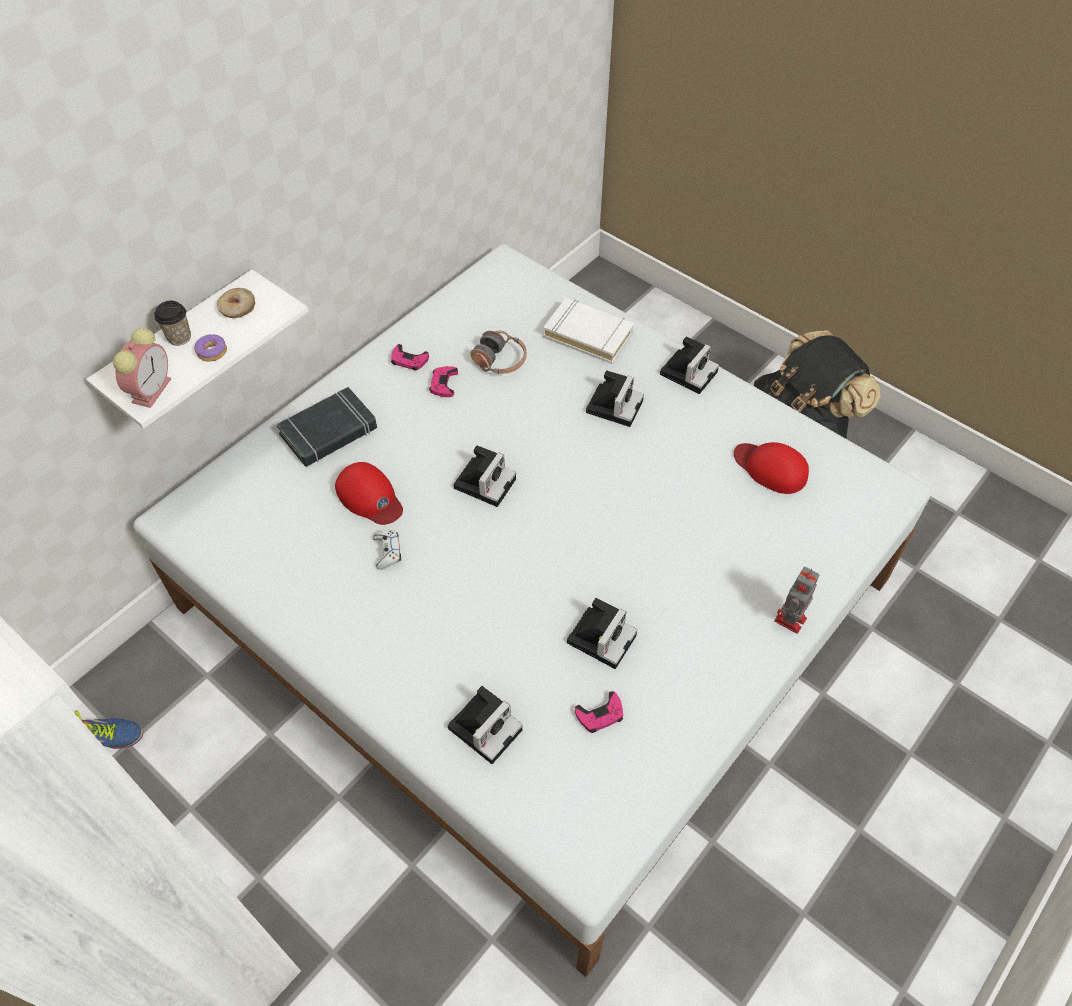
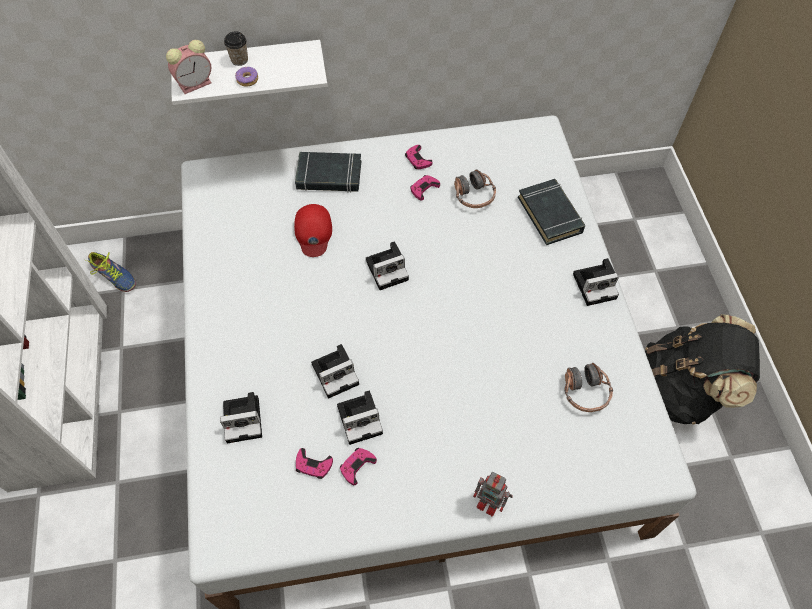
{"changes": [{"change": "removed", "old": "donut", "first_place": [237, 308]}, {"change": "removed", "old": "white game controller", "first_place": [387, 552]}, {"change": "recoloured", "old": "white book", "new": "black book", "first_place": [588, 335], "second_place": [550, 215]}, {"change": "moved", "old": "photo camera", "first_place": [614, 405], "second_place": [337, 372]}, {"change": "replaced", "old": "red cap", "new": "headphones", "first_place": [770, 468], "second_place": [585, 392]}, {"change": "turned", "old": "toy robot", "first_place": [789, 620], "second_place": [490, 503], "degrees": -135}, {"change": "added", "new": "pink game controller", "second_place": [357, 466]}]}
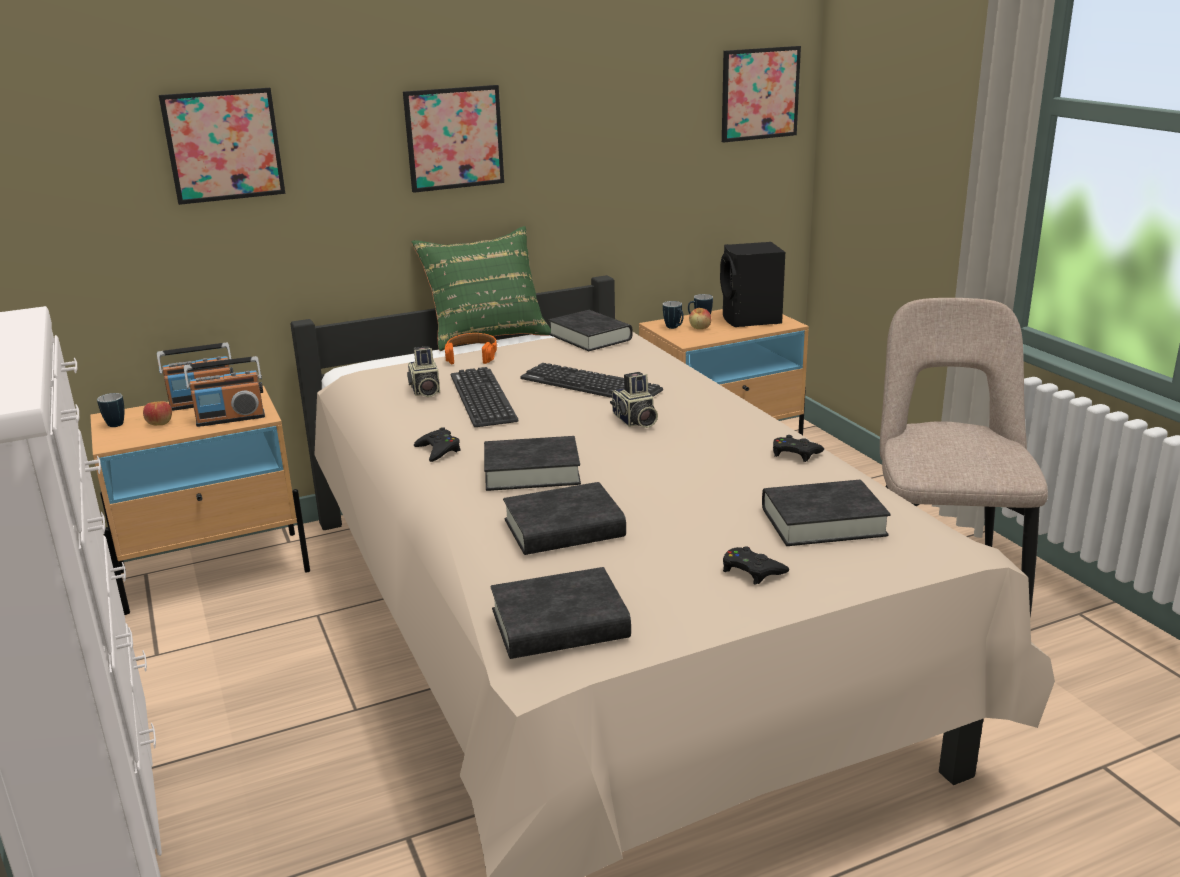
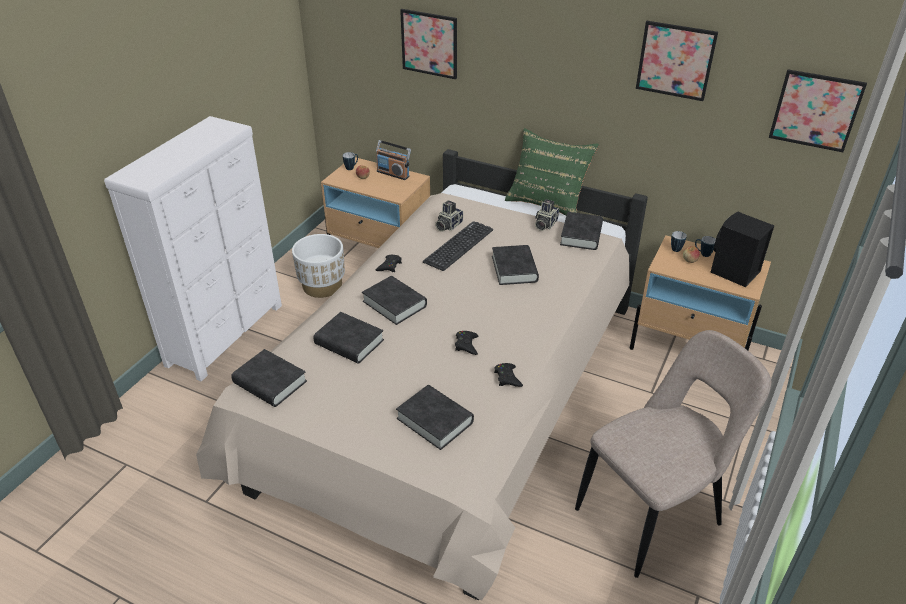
{"changes": [{"change": "removed", "old": "radio", "first_place": [230, 419]}, {"change": "moved", "old": "picture", "first_place": [454, 138], "second_place": [675, 60]}, {"change": "removed", "old": "orange headphones", "first_place": [472, 355]}, {"change": "replaced", "old": "keyboard", "new": "black book", "first_place": [590, 385], "second_place": [514, 269]}, {"change": "moved", "old": "photo camera", "first_place": [634, 421], "second_place": [544, 224]}, {"change": "moved", "old": "black game controller", "first_place": [752, 571], "second_place": [466, 345]}, {"change": "added", "new": "white planter", "second_place": [322, 286]}]}
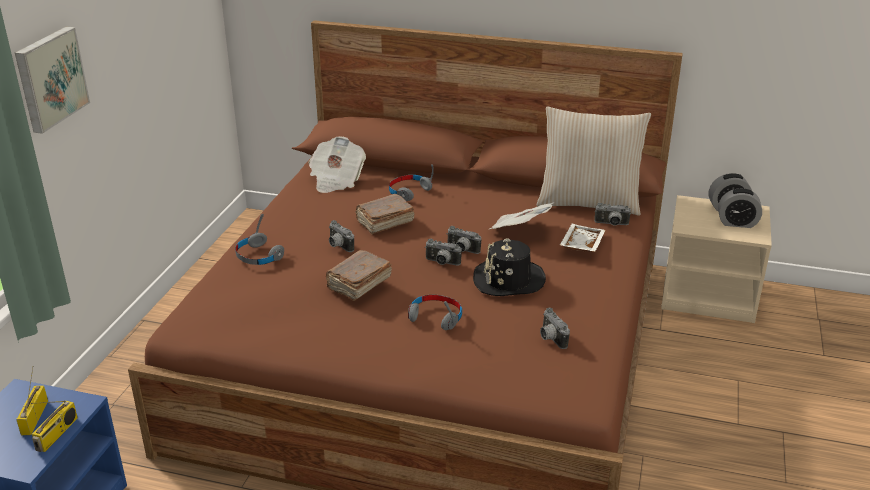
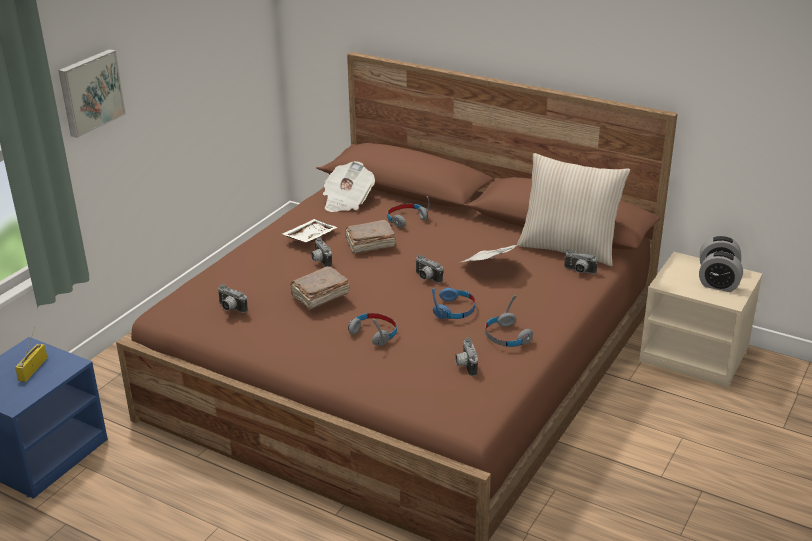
{"changes": [{"change": "removed", "old": "radio", "first_place": [57, 434]}, {"change": "moved", "old": "grey headphones", "first_place": [258, 256], "second_place": [506, 337]}, {"change": "moved", "old": "photo camera", "first_place": [441, 263], "second_place": [230, 309]}, {"change": "replaced", "old": "black hat", "new": "blue headphones", "first_place": [508, 280], "second_place": [455, 310]}, {"change": "moved", "old": "white tray", "first_place": [581, 245], "second_place": [309, 237]}]}
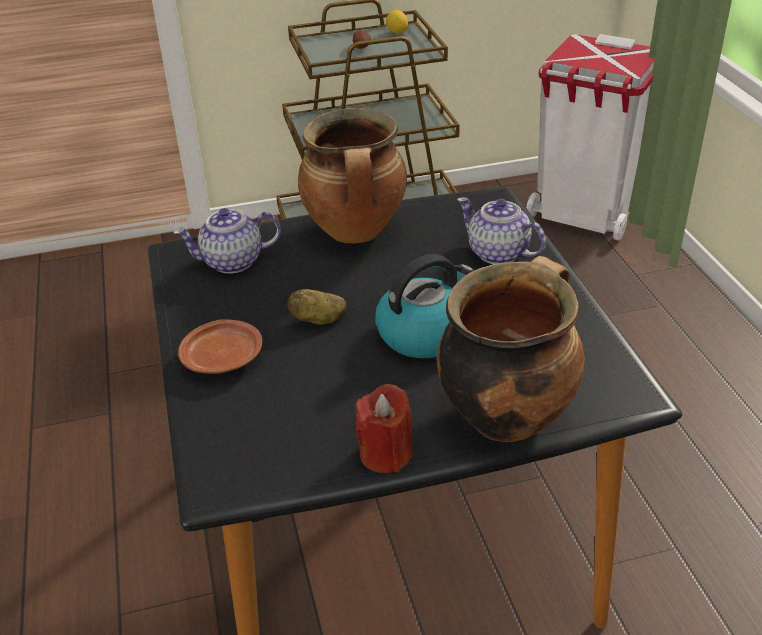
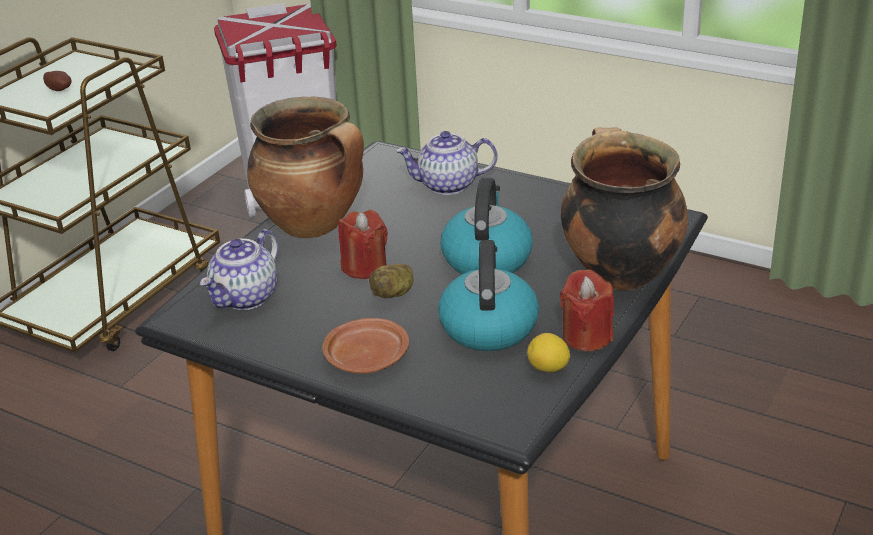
{"changes": [{"change": "moved", "old": "lemon", "first_place": [397, 32], "second_place": [548, 369]}, {"change": "added", "new": "red candle", "second_place": [365, 267]}, {"change": "added", "new": "kettle", "second_place": [488, 326]}]}
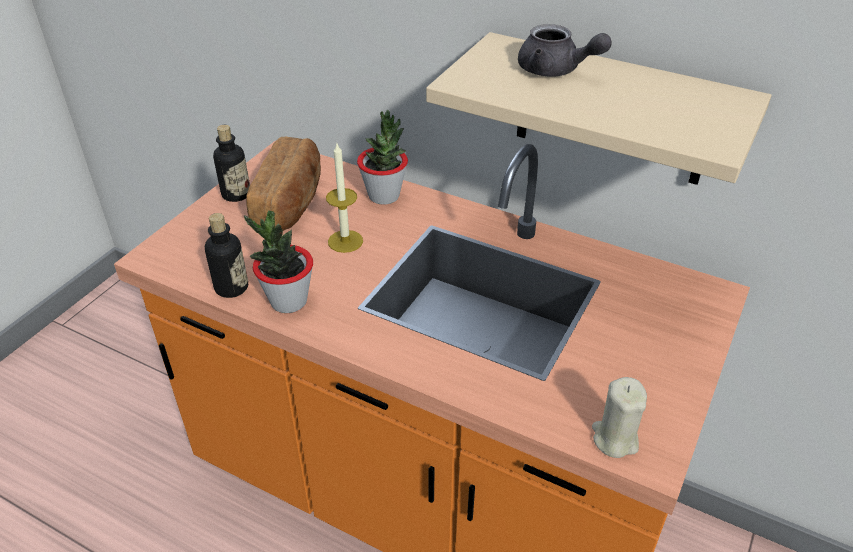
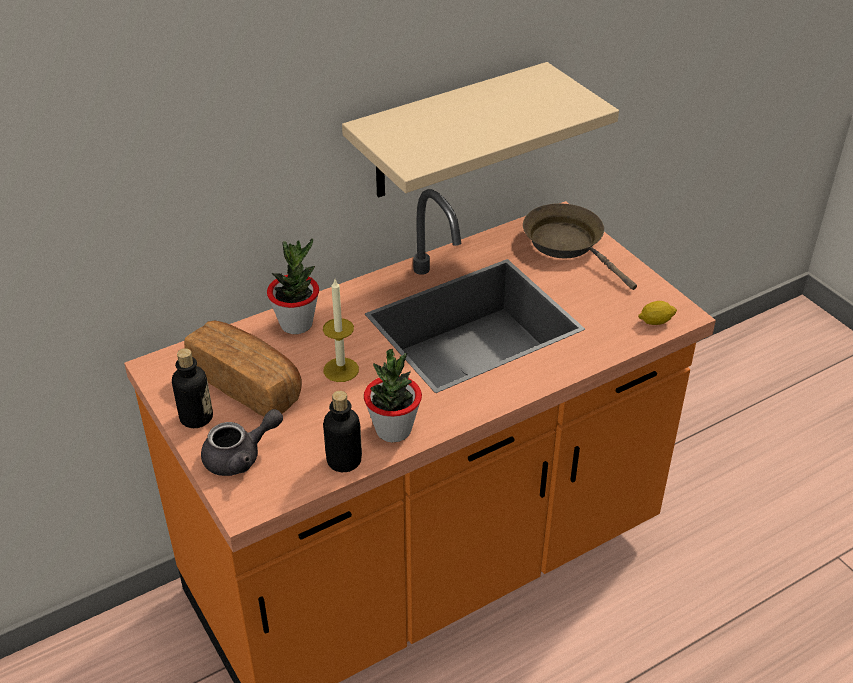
{"changes": [{"change": "moved", "old": "grey teapot", "first_place": [555, 70], "second_place": [240, 457]}, {"change": "replaced", "old": "beige candle", "new": "lemon", "first_place": [614, 438], "second_place": [655, 321]}, {"change": "added", "new": "brown frying pan", "second_place": [568, 244]}]}
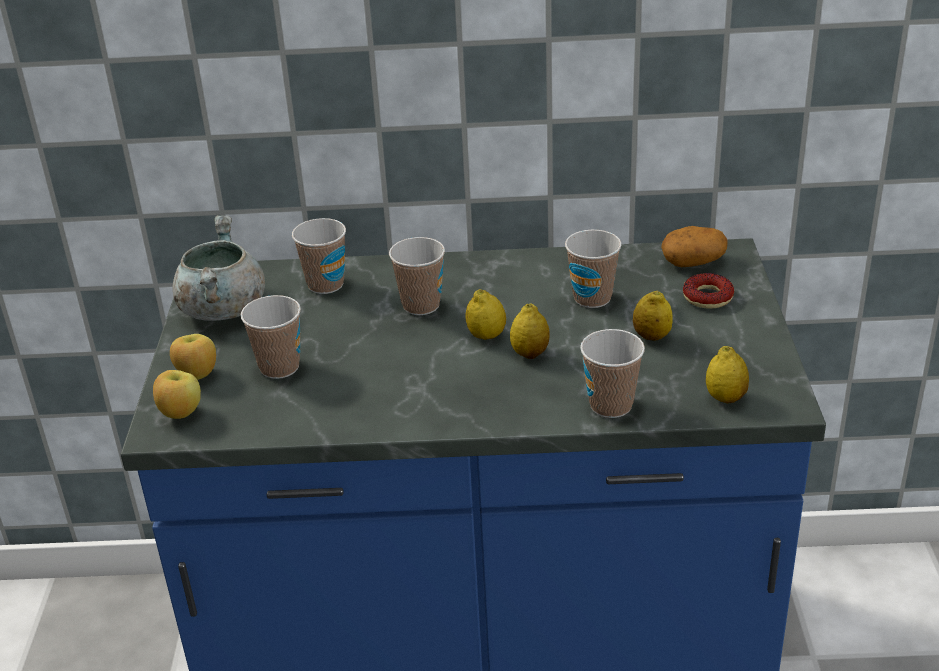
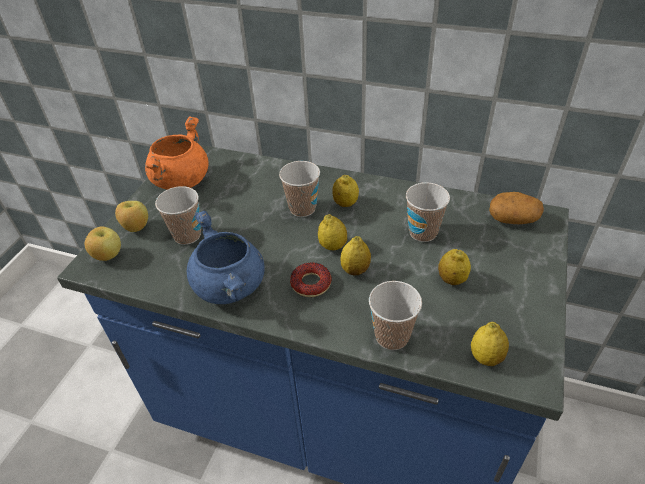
{"changes": [{"change": "recoloured", "old": "grey cooking pot", "new": "orange cooking pot", "first_place": [222, 308], "second_place": [181, 180]}, {"change": "removed", "old": "cup", "first_place": [325, 284]}, {"change": "moved", "old": "donut", "first_place": [707, 297], "second_place": [311, 283]}, {"change": "added", "new": "blue cooking pot", "second_place": [231, 286]}, {"change": "added", "new": "lemon", "second_place": [345, 203]}]}
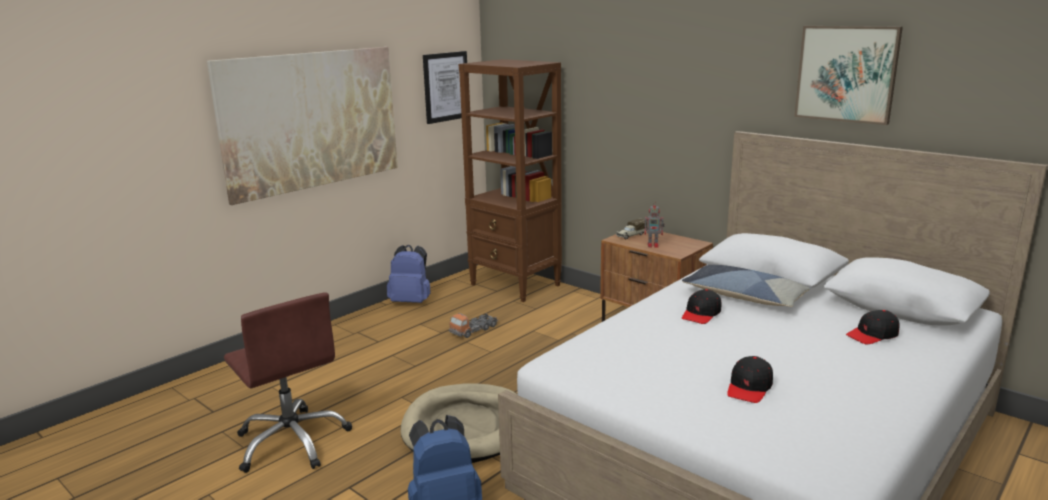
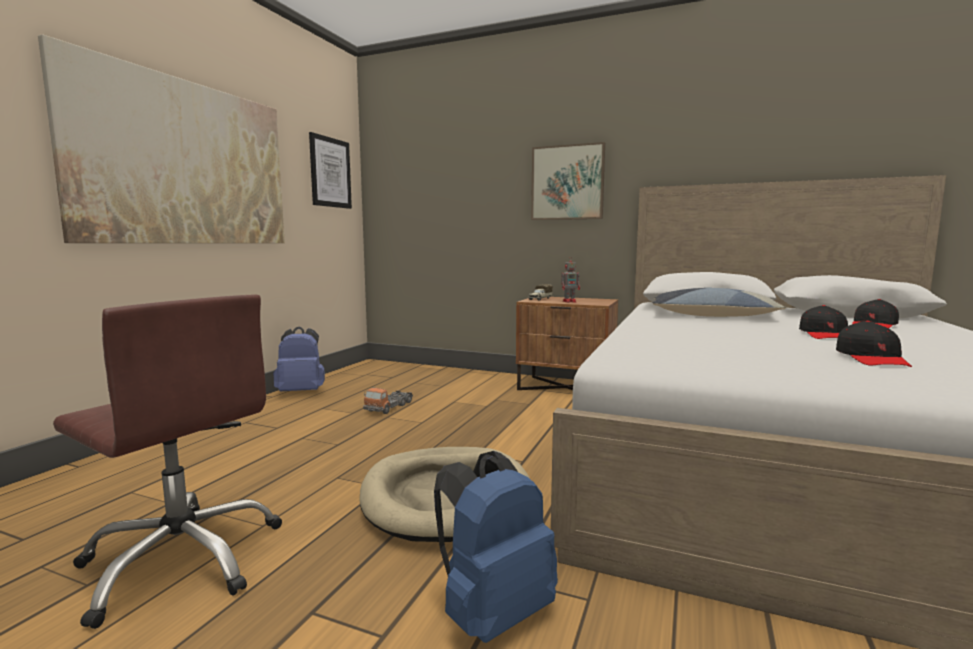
{"changes": [{"change": "removed", "old": "brown bookcase", "first_place": [515, 285]}, {"change": "moved", "old": "black cap", "first_place": [701, 314], "second_place": [825, 335]}, {"change": "moved", "old": "picture", "first_place": [846, 74], "second_place": [567, 183]}]}
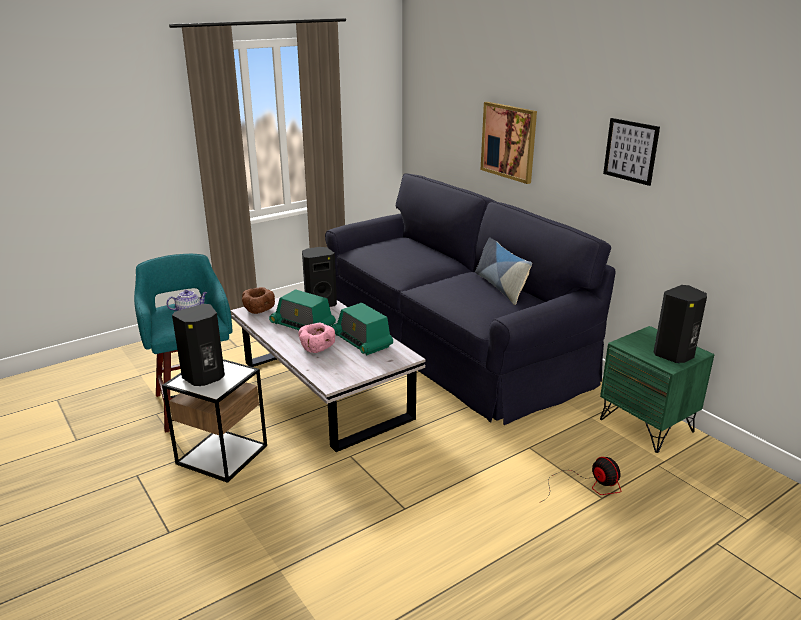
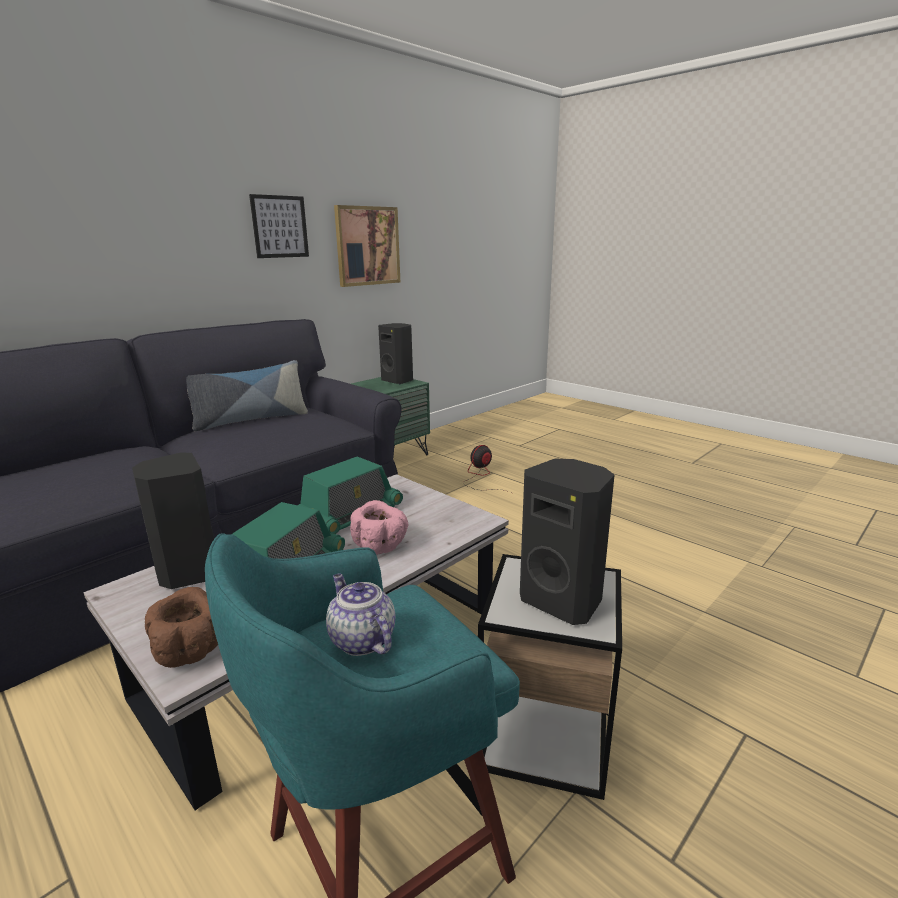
{"changes": [{"change": "moved", "old": "picture", "first_place": [509, 141], "second_place": [367, 246]}]}
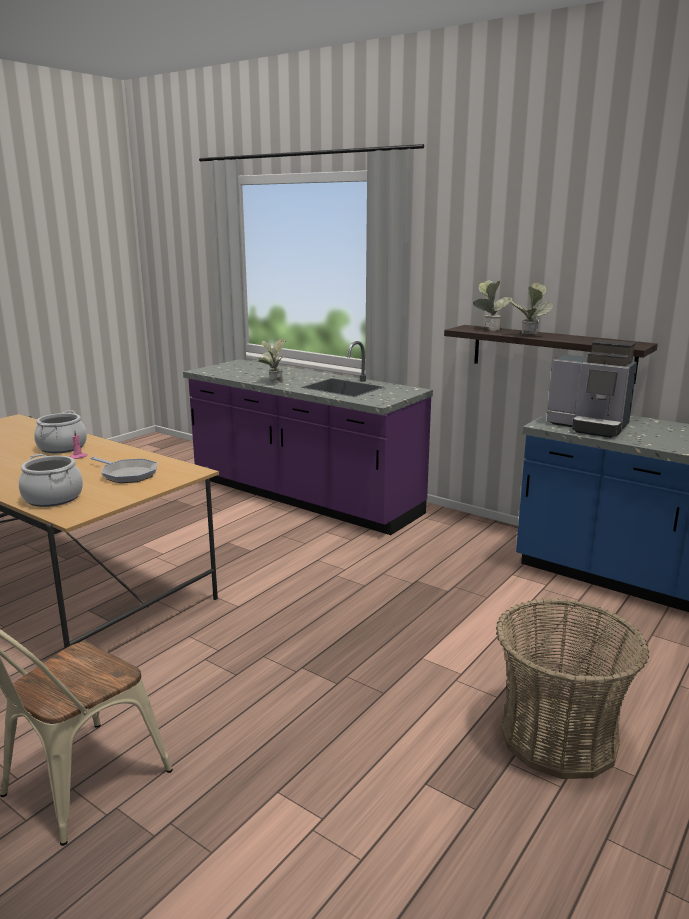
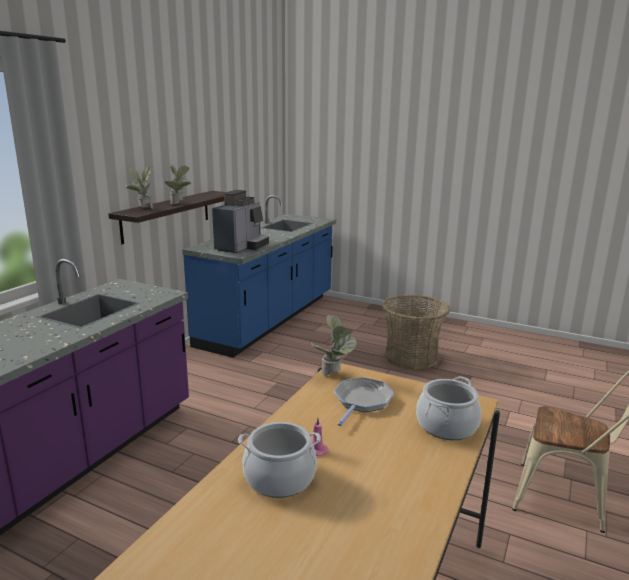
{"changes": [{"change": "moved", "old": "potted plant", "first_place": [273, 383], "second_place": [334, 375]}]}
